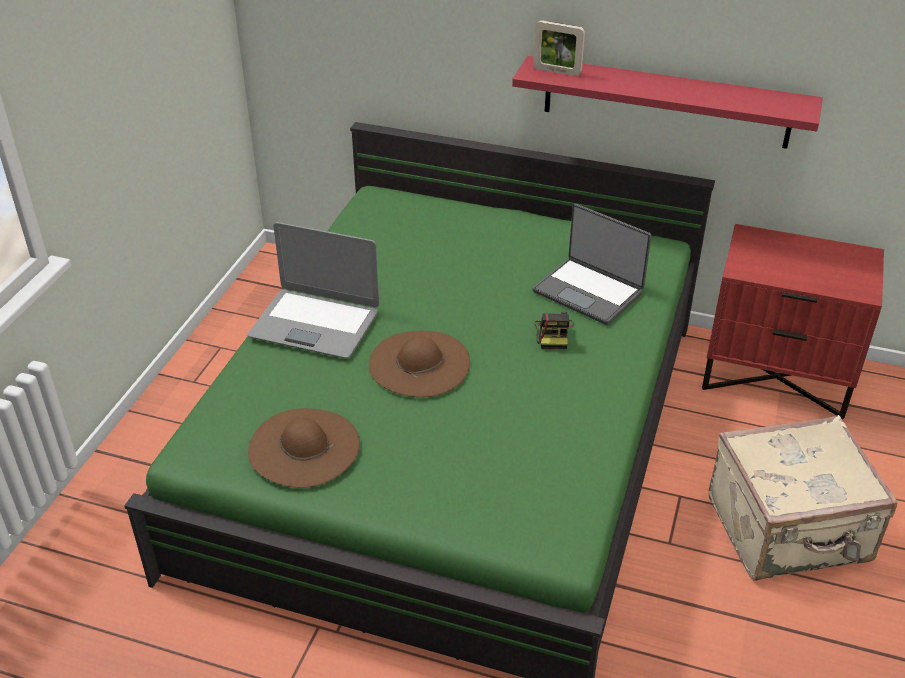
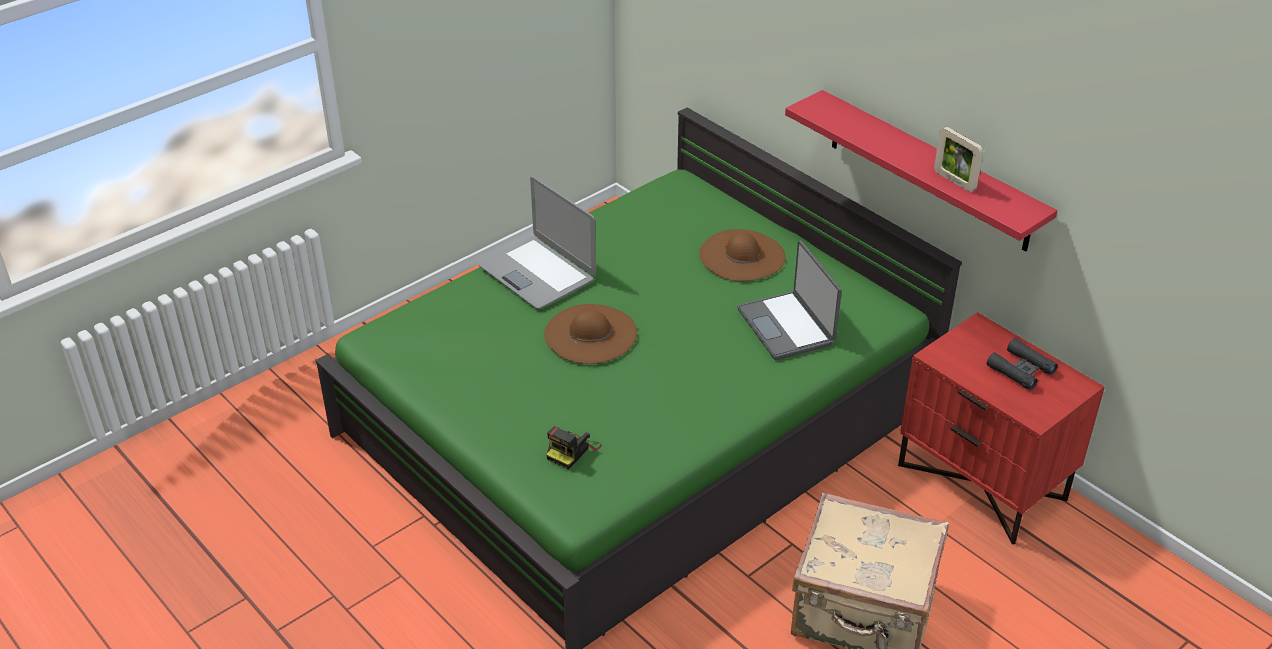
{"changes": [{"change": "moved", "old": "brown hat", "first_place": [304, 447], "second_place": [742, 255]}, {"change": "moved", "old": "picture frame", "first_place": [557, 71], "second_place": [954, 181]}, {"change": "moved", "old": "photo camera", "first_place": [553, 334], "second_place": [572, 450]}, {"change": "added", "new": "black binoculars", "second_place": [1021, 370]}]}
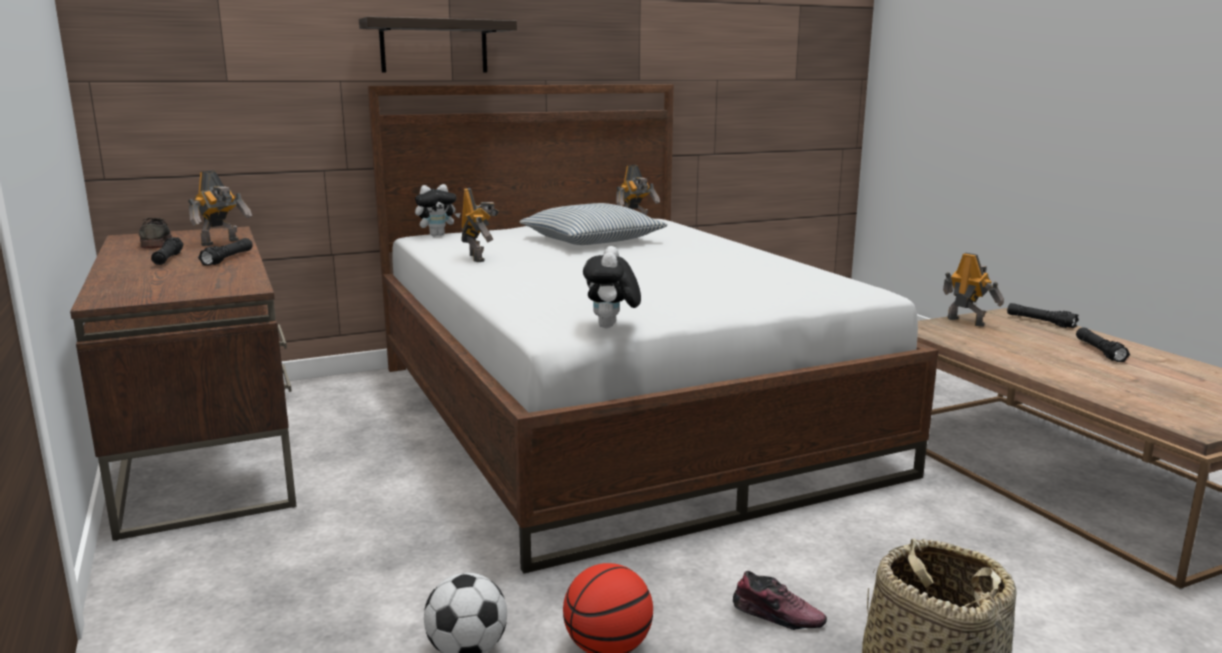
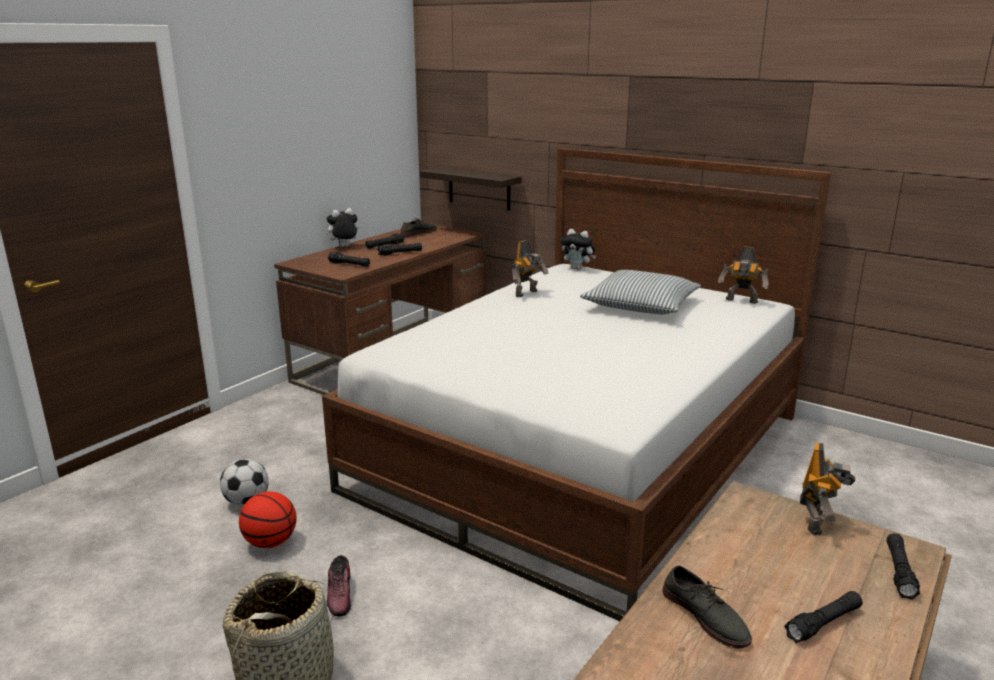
{"changes": [{"change": "removed", "old": "toy robot", "first_place": [222, 242]}, {"change": "moved", "old": "shelf", "first_place": [434, 46], "second_place": [479, 188]}, {"change": "moved", "old": "plush toy", "first_place": [611, 327], "second_place": [343, 247]}, {"change": "added", "new": "black flashlight", "second_place": [349, 264]}, {"change": "added", "new": "grey shoe", "second_place": [706, 616]}]}
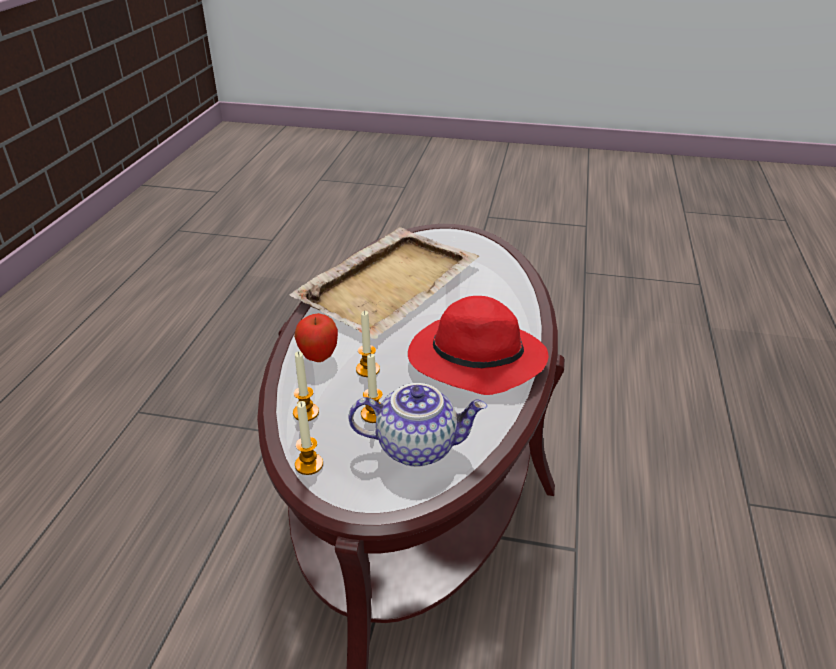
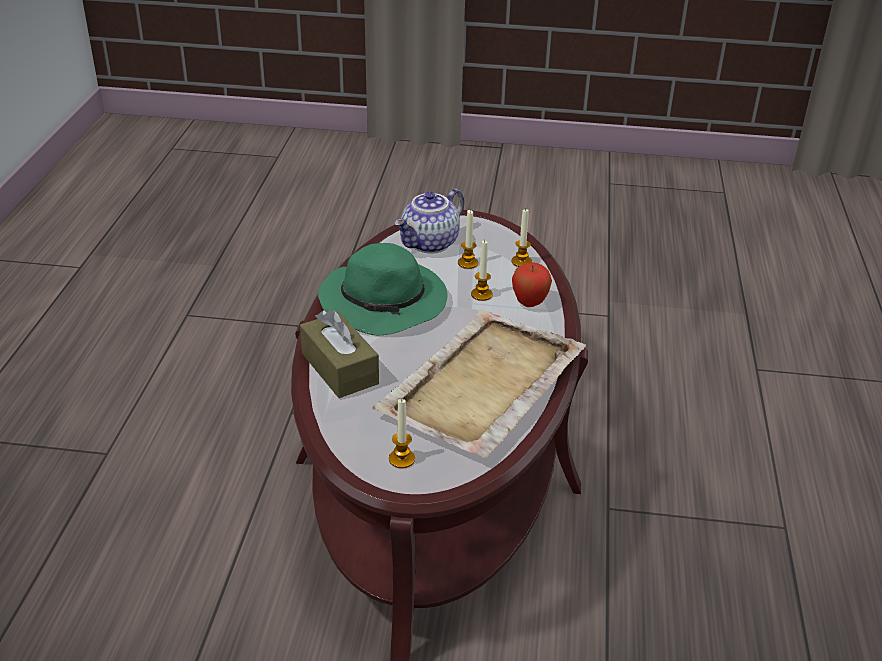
{"changes": [{"change": "moved", "old": "candle", "first_place": [309, 464], "second_place": [401, 459]}, {"change": "turned", "old": "teapot", "first_place": [417, 446], "second_place": [430, 244], "degrees": -45}, {"change": "recoloured", "old": "red hat", "new": "green hat", "first_place": [474, 361], "second_place": [385, 303]}, {"change": "added", "new": "brown tissue box", "second_place": [339, 368]}]}
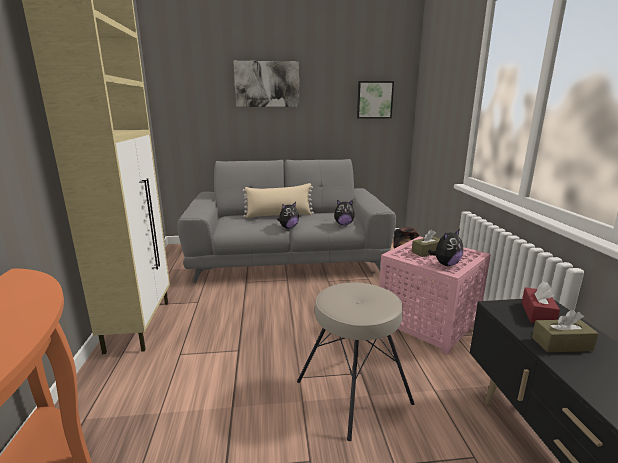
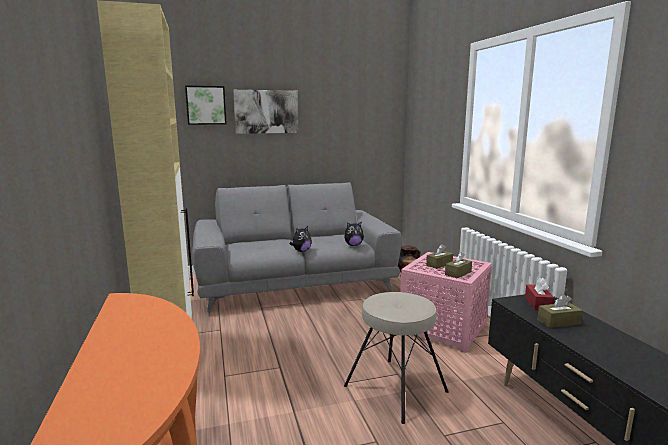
{"changes": [{"change": "removed", "old": "beige pillow", "first_place": [279, 215]}, {"change": "moved", "old": "picture", "first_place": [374, 100], "second_place": [206, 105]}, {"change": "replaced", "old": "plush toy", "new": "brown tissue box", "first_place": [445, 264], "second_place": [458, 273]}]}
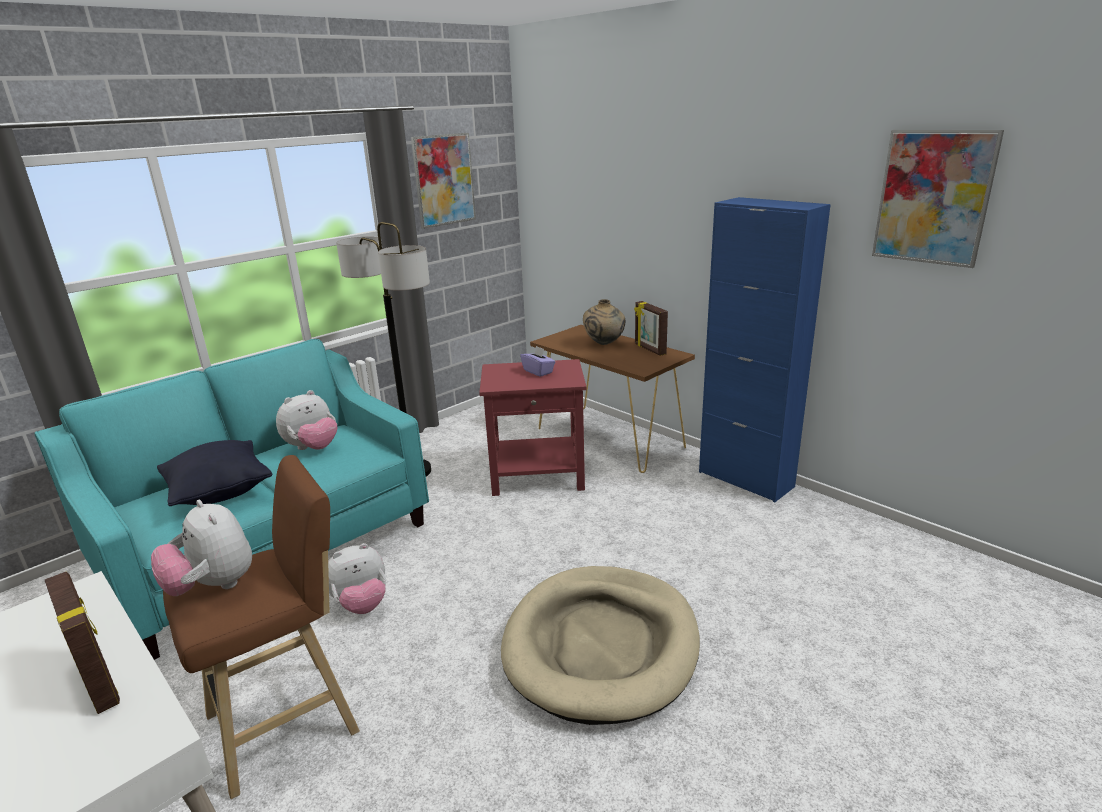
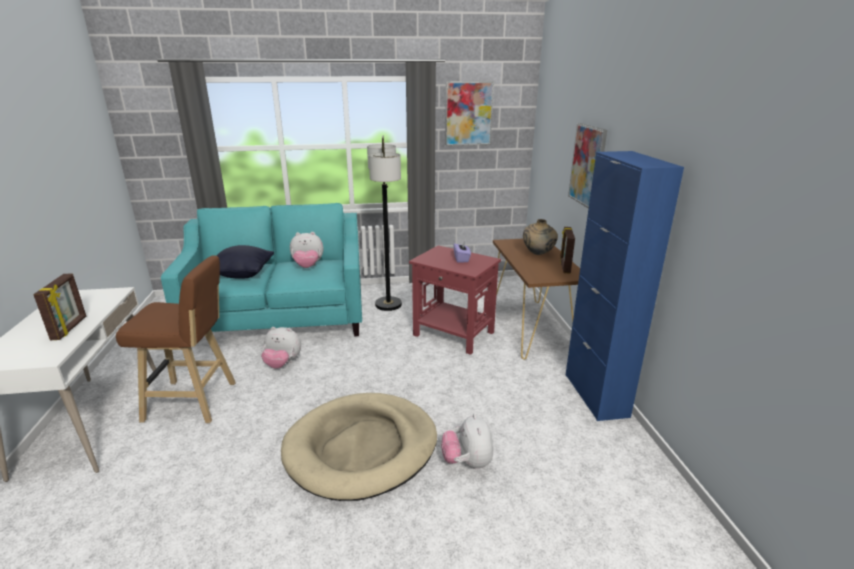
{"changes": [{"change": "moved", "old": "plush toy", "first_place": [213, 586], "second_place": [467, 462]}, {"change": "moved", "old": "picture", "first_place": [933, 197], "second_place": [587, 165]}]}
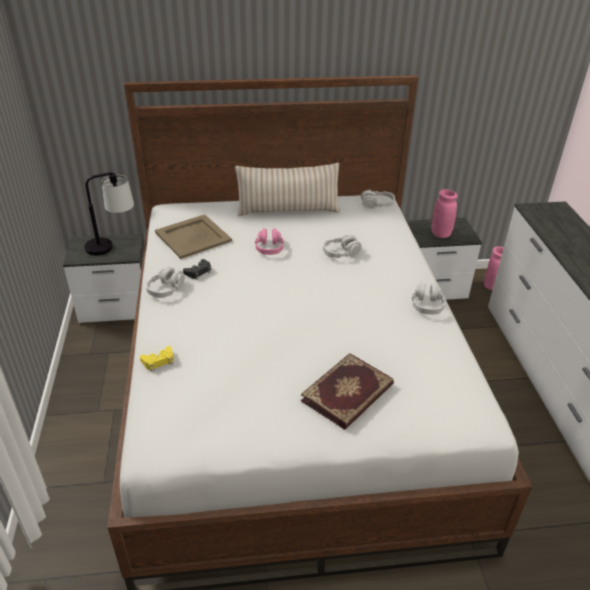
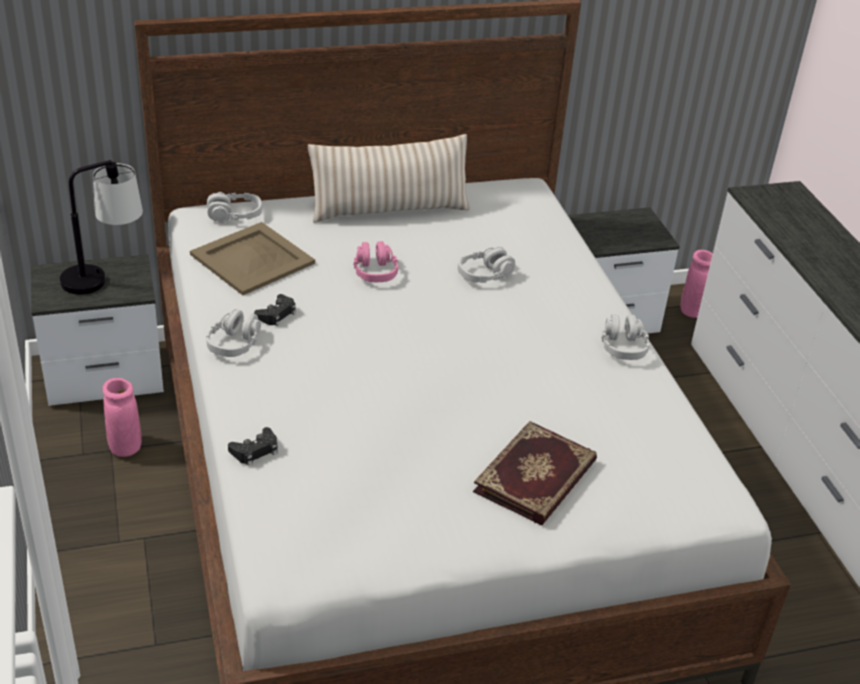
{"changes": [{"change": "recoloured", "old": "yellow game controller", "new": "black game controller", "first_place": [158, 361], "second_place": [255, 451]}, {"change": "moved", "old": "grey headphones", "first_place": [377, 204], "second_place": [234, 215]}, {"change": "moved", "old": "pink vase", "first_place": [440, 234], "second_place": [125, 447]}]}
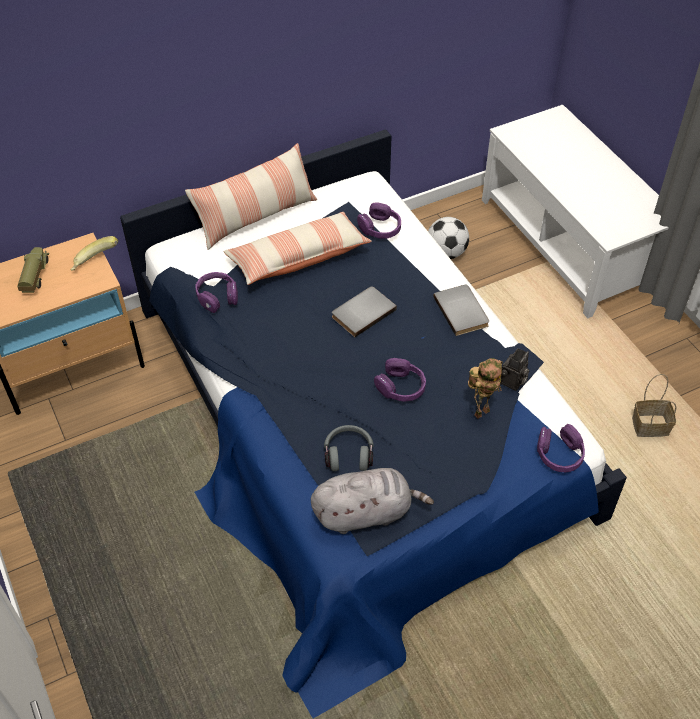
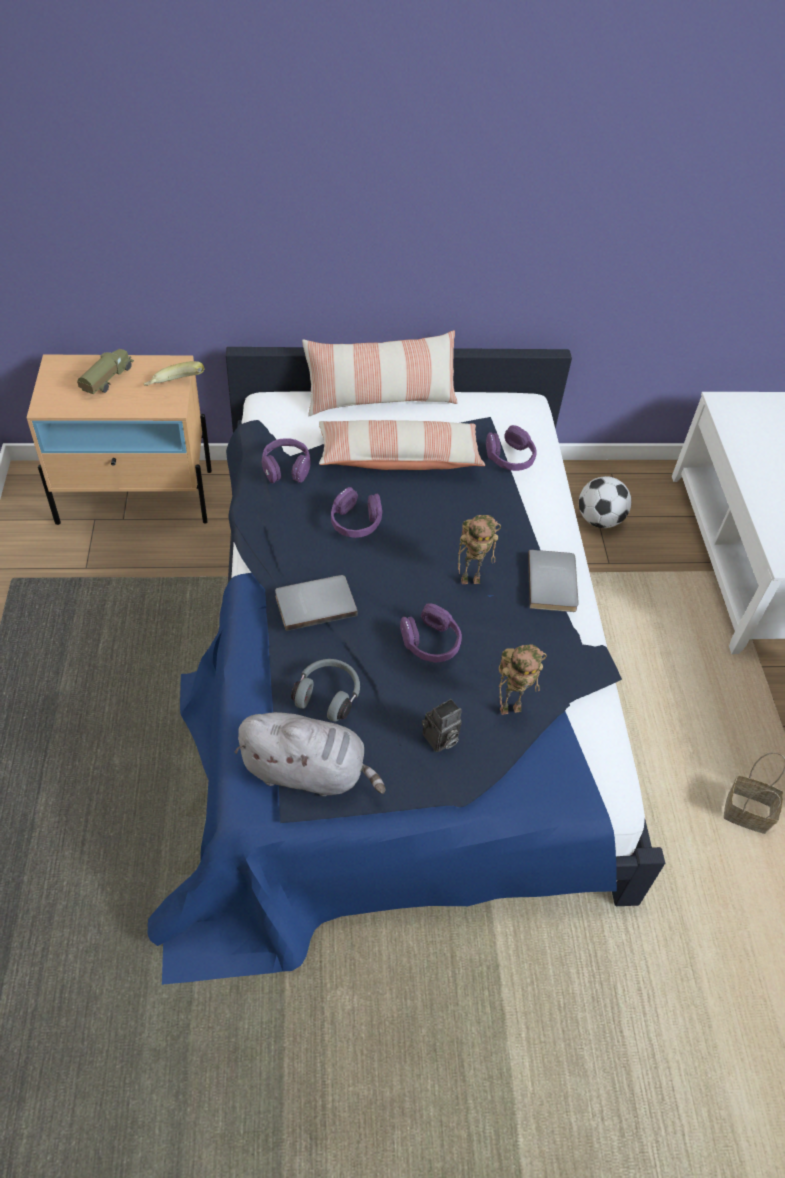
{"changes": [{"change": "moved", "old": "grey book", "first_place": [362, 312], "second_place": [315, 603]}, {"change": "moved", "old": "photo camera", "first_place": [513, 382], "second_place": [439, 740]}, {"change": "moved", "old": "purple headphones", "first_place": [559, 454], "second_place": [356, 522]}, {"change": "added", "new": "toy robot", "second_place": [471, 579]}]}
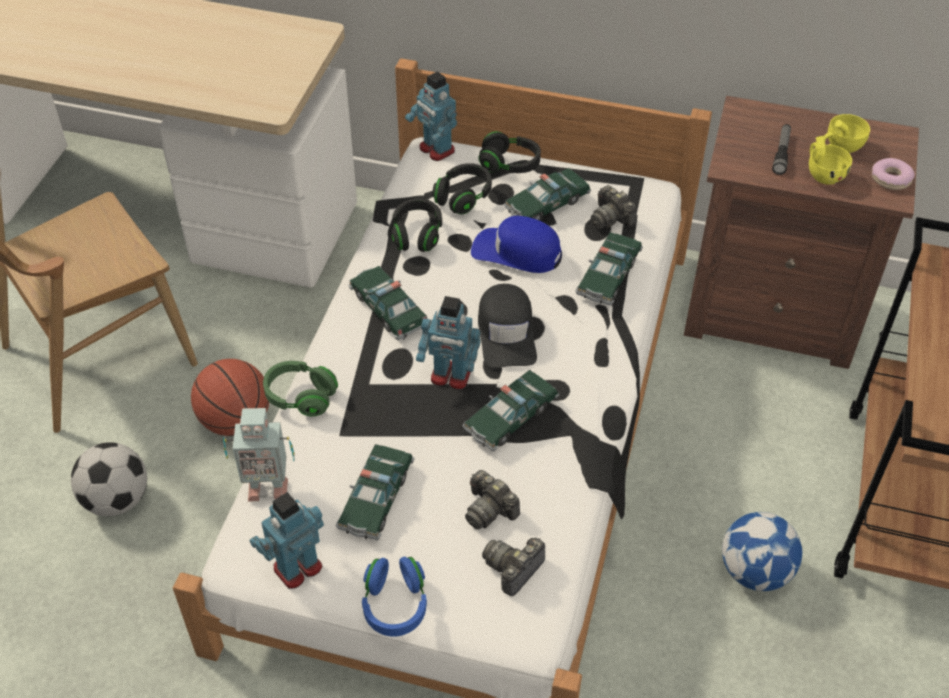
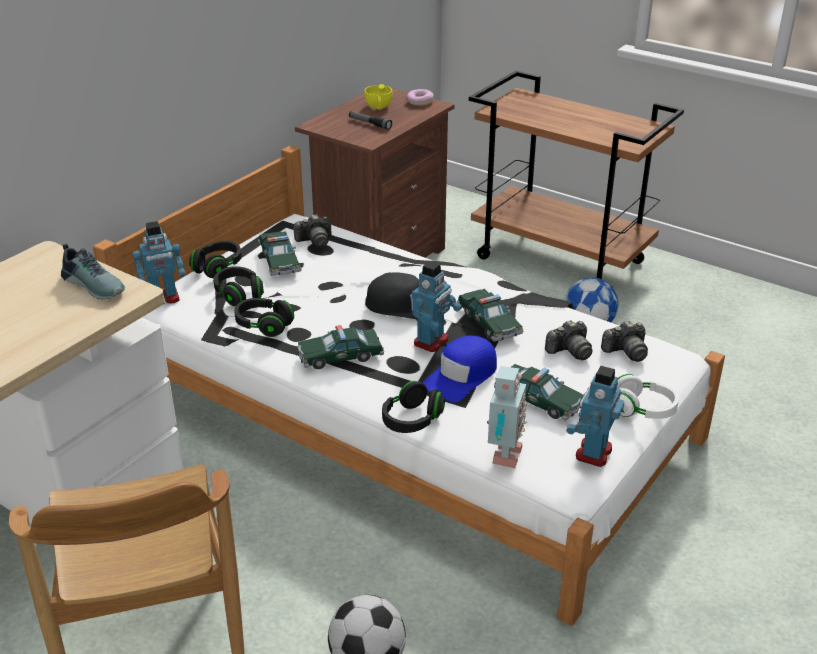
{"changes": [{"change": "removed", "old": "basketball", "first_place": [236, 421]}, {"change": "turned", "old": "toy robot", "first_place": [297, 567], "second_place": [592, 453], "degrees": 45}, {"change": "recoloured", "old": "green headphones", "new": "black headphones", "first_place": [301, 397], "second_place": [412, 420]}, {"change": "recoloured", "old": "blue headphones", "new": "white headphones", "first_place": [395, 605], "second_place": [642, 410]}, {"change": "moved", "old": "blue cap", "first_place": [516, 252], "second_place": [461, 376]}, {"change": "turned", "old": "photo camera", "first_place": [513, 569], "second_place": [626, 352], "degrees": -75}, {"change": "removed", "old": "toy car", "first_place": [608, 276]}, {"change": "removed", "old": "yellow cup", "first_place": [822, 173]}, {"change": "added", "new": "shoe", "second_place": [95, 285]}]}
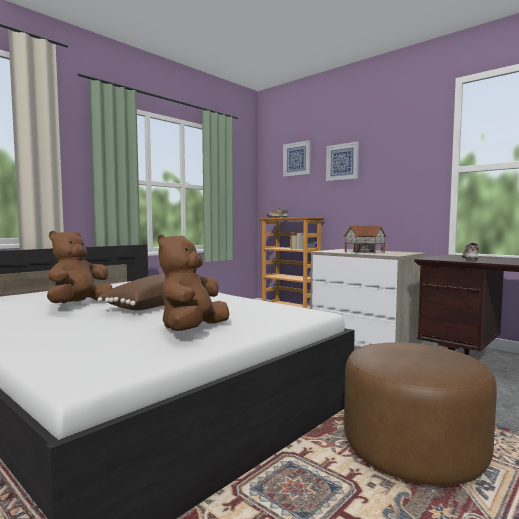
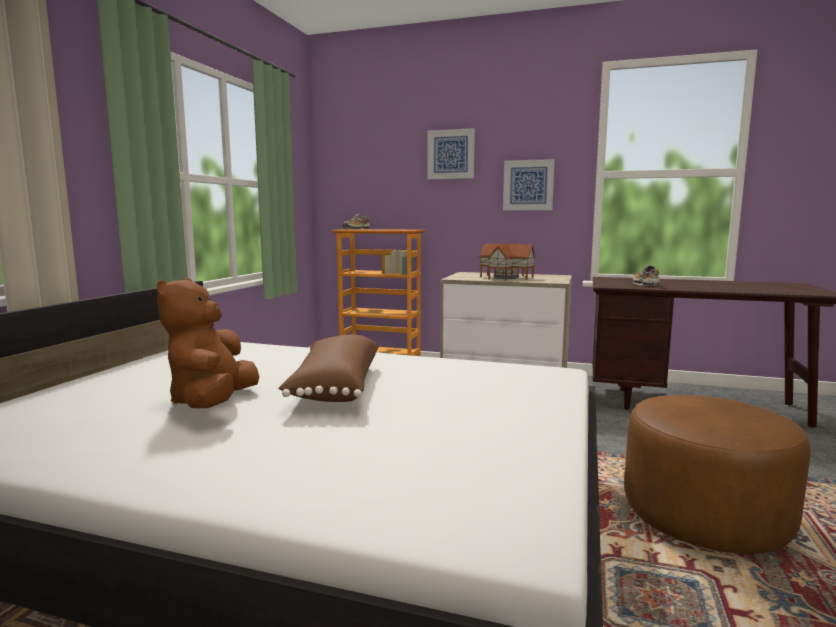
{"changes": [{"change": "removed", "old": "brown plush toy", "first_place": [192, 330]}, {"change": "moved", "old": "picture", "first_place": [297, 159], "second_place": [528, 185]}]}
